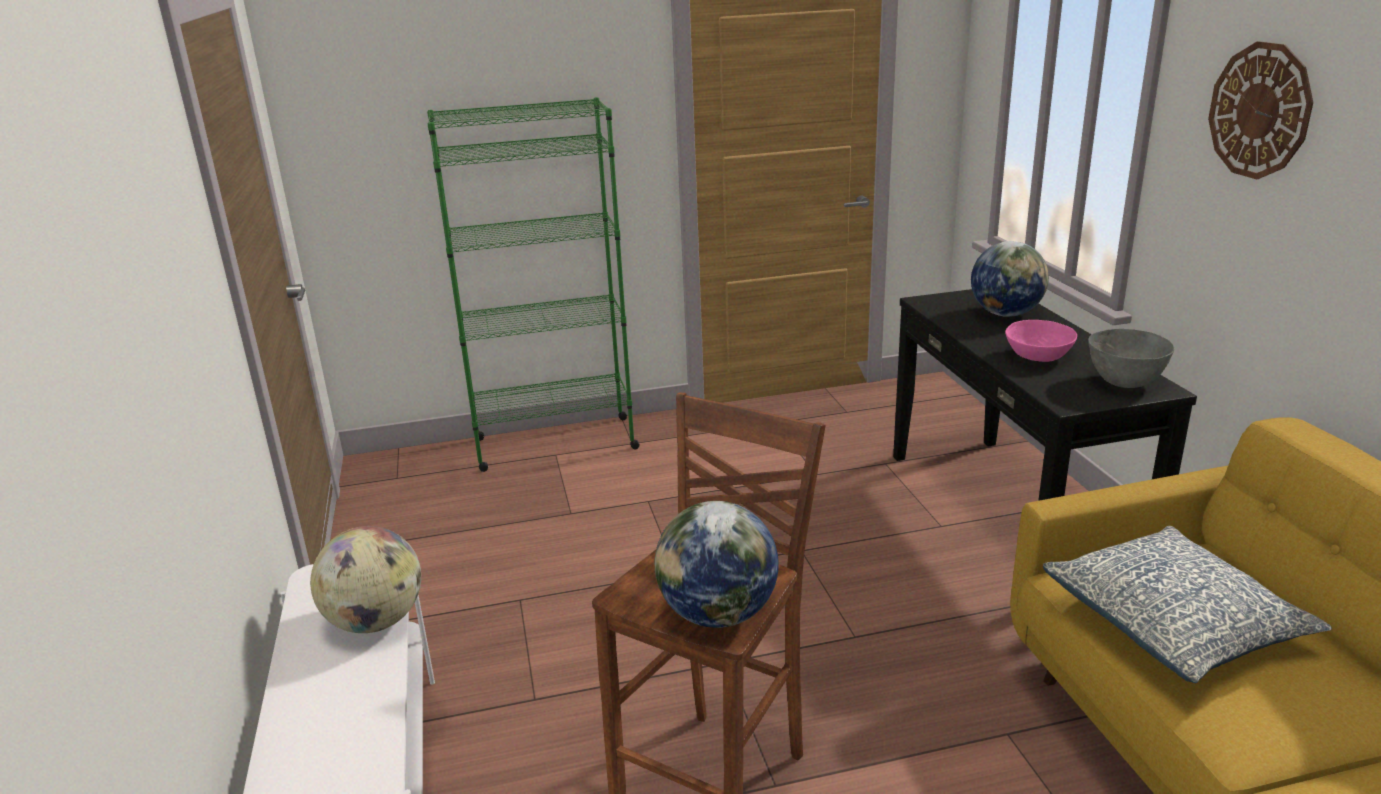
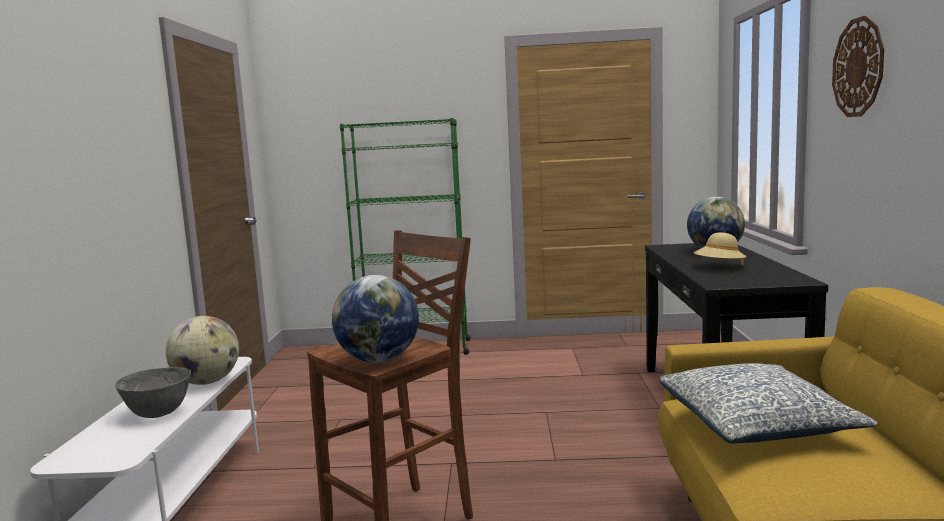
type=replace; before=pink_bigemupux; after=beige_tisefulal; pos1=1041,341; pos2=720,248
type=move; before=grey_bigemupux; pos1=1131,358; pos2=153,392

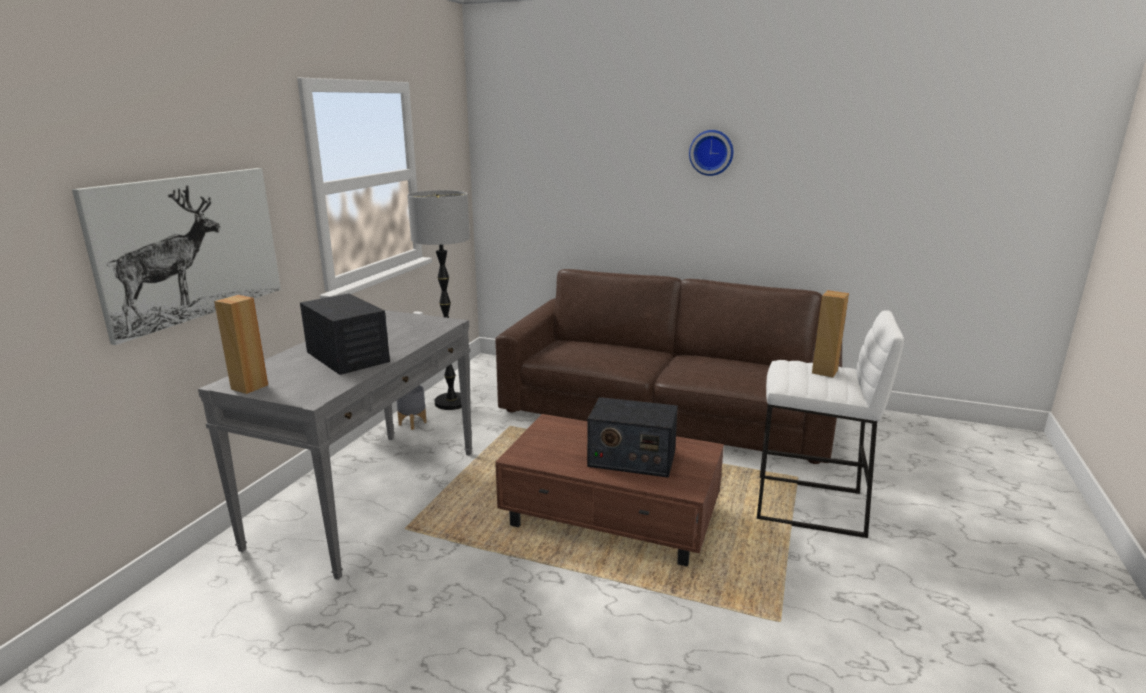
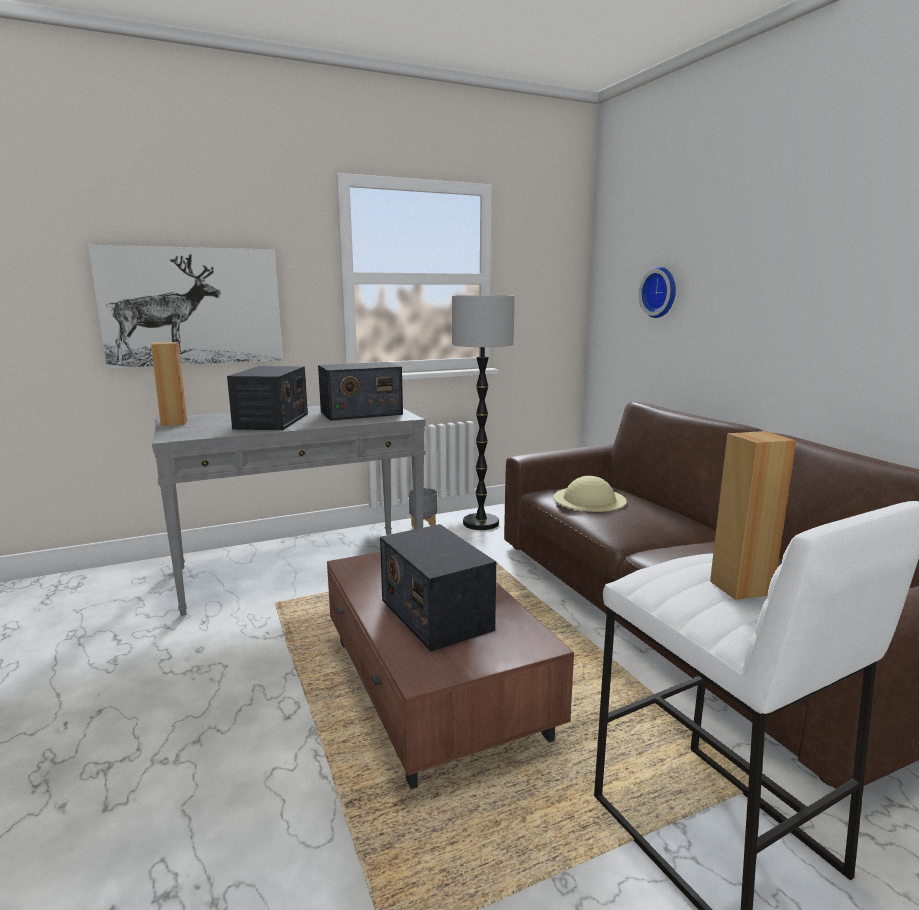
type=move; before=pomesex; pos1=711,153; pos2=657,292
type=insert; after=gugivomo; pos2=360,391
type=insert; after=beige_tisefulal; pos2=590,494

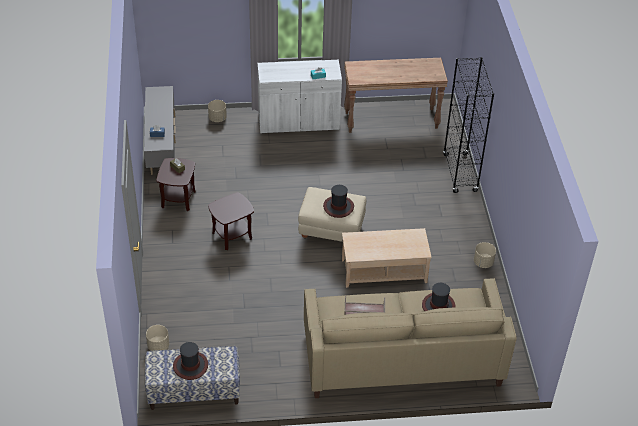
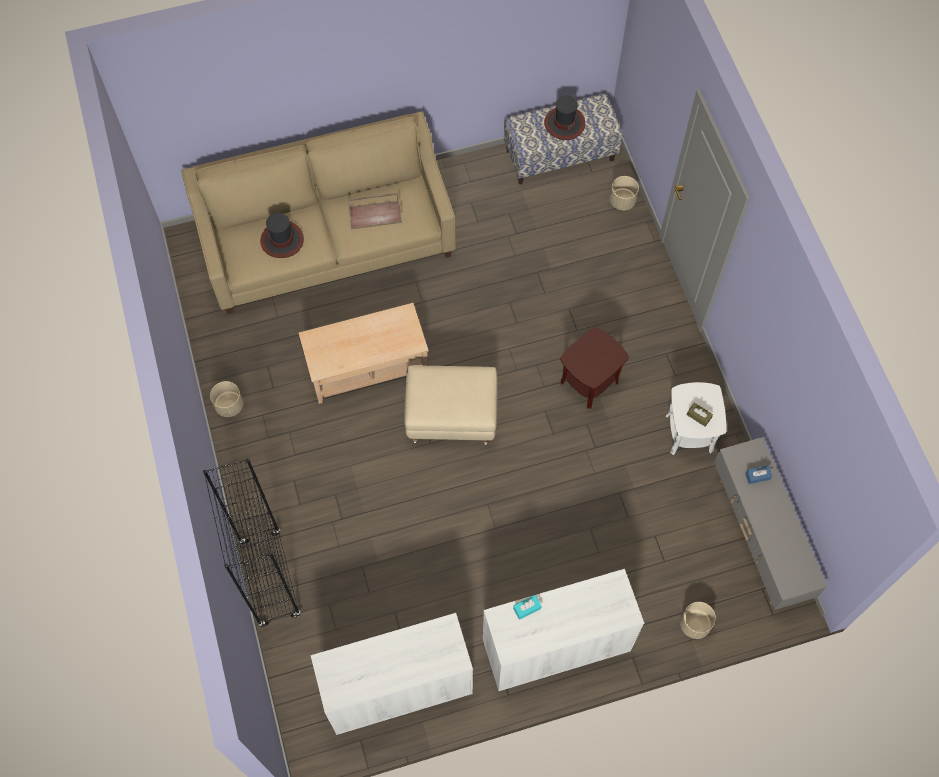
type=replace; before=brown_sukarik; after=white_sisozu; pos1=396,95; pos2=392,674
type=recolor; before=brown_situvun; after=white_situvun; pos1=176,184; pos2=696,418
type=delete; before=tisefulal; pos1=338,201

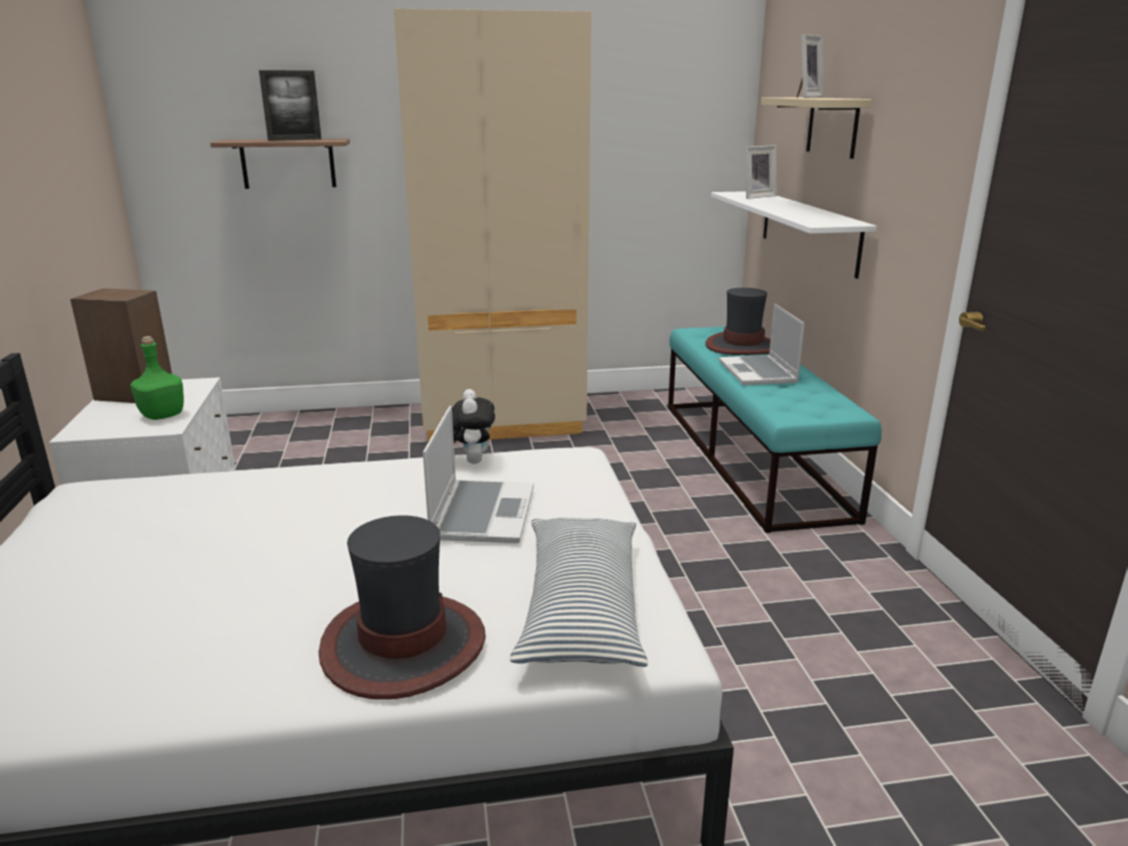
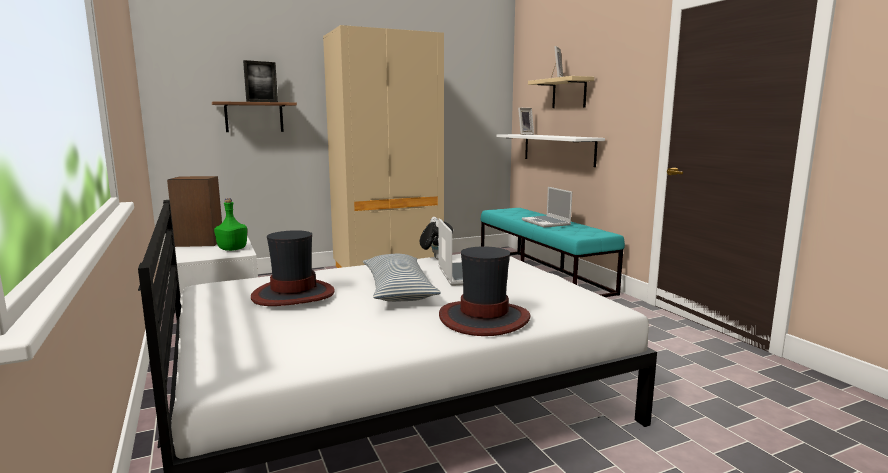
type=move; before=tisefulal; pos1=738,321; pos2=293,268
type=move; before=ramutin; pos1=579,592; pos2=402,278

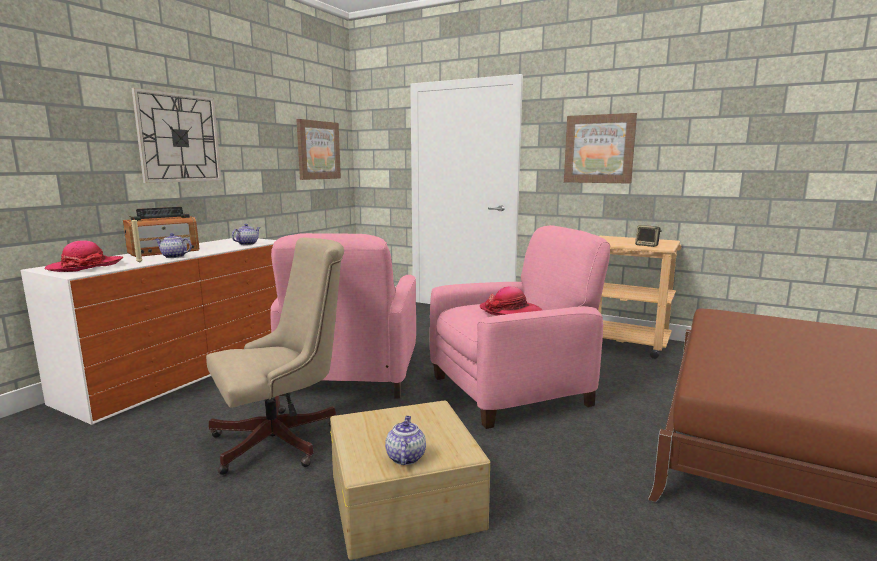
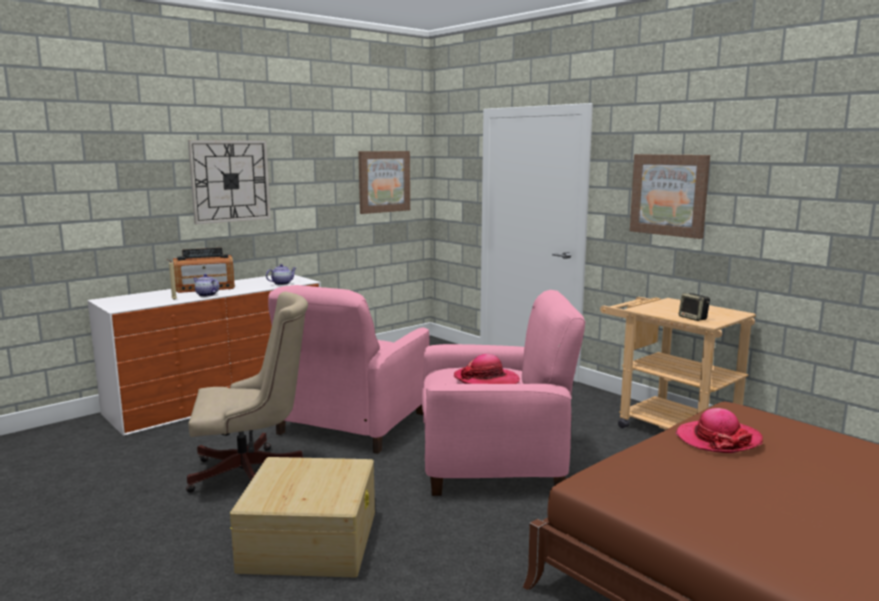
type=move; before=tisefulal; pos1=84,256; pos2=719,430
type=delete; before=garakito; pos1=405,440

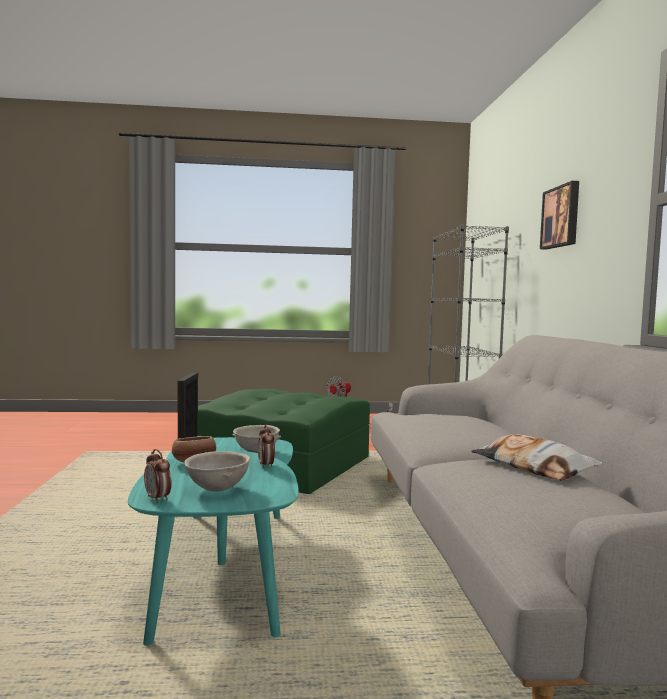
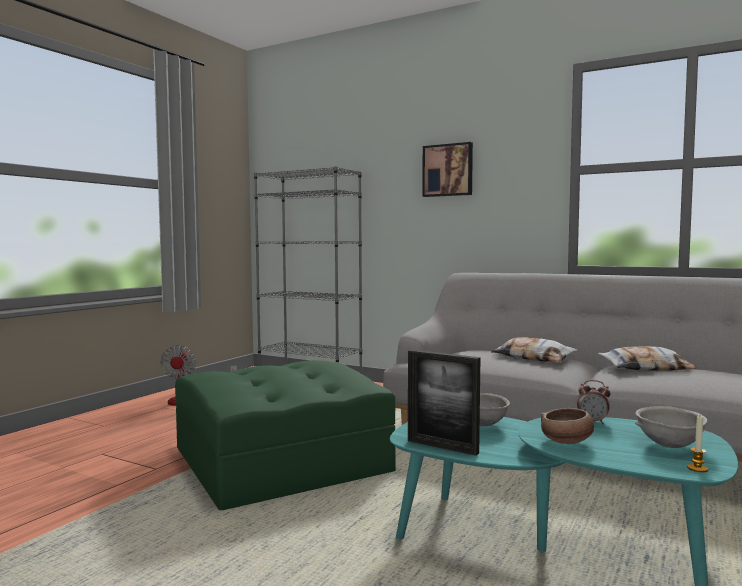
type=replace; before=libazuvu; after=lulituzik; pos1=157,476; pos2=697,444
type=insert; after=ramutin; pos2=534,349

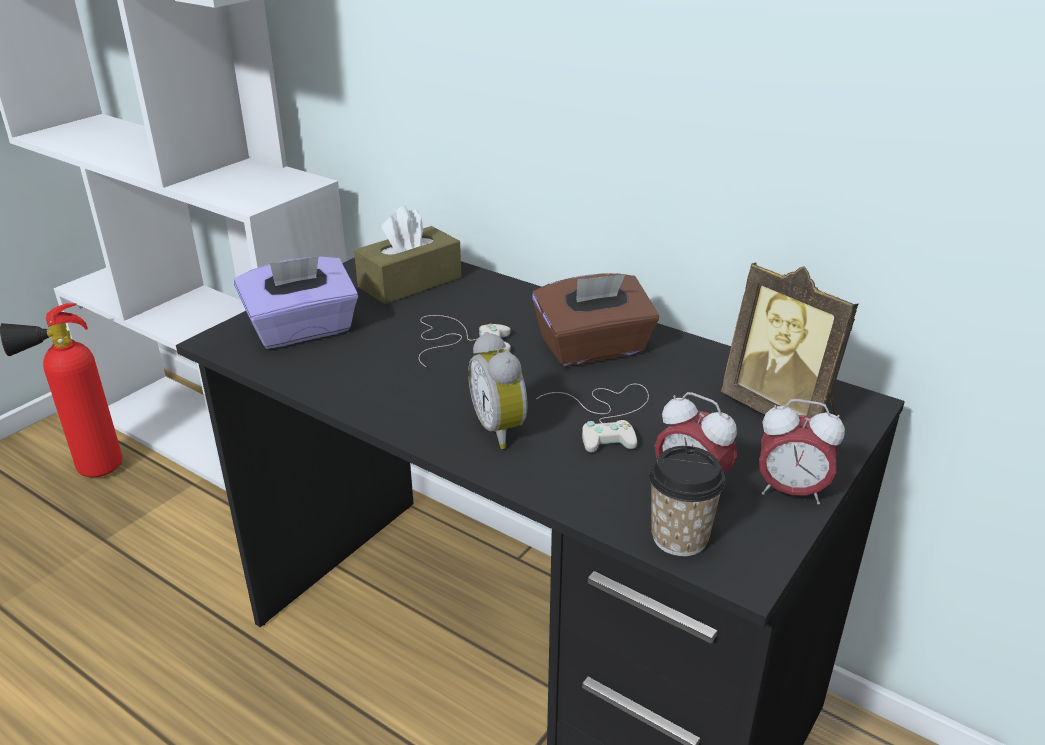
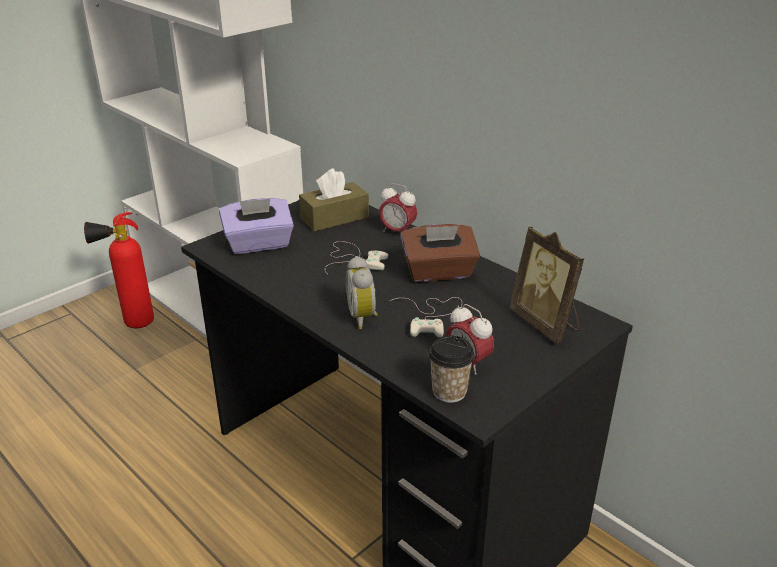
type=move; before=libazuvu; pos1=802,452; pos2=398,207

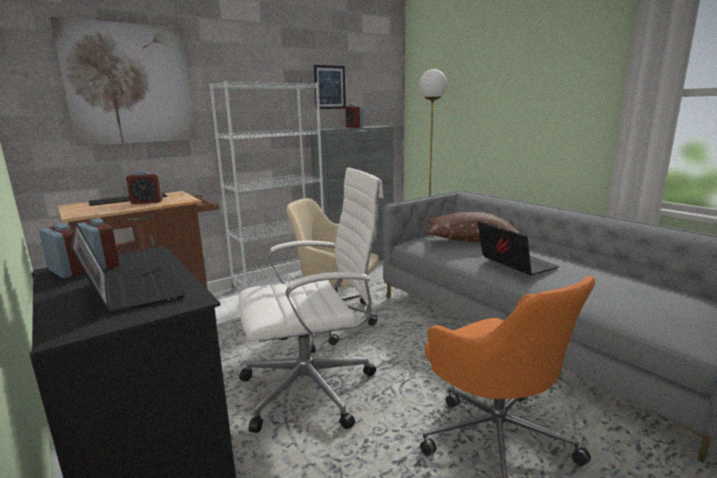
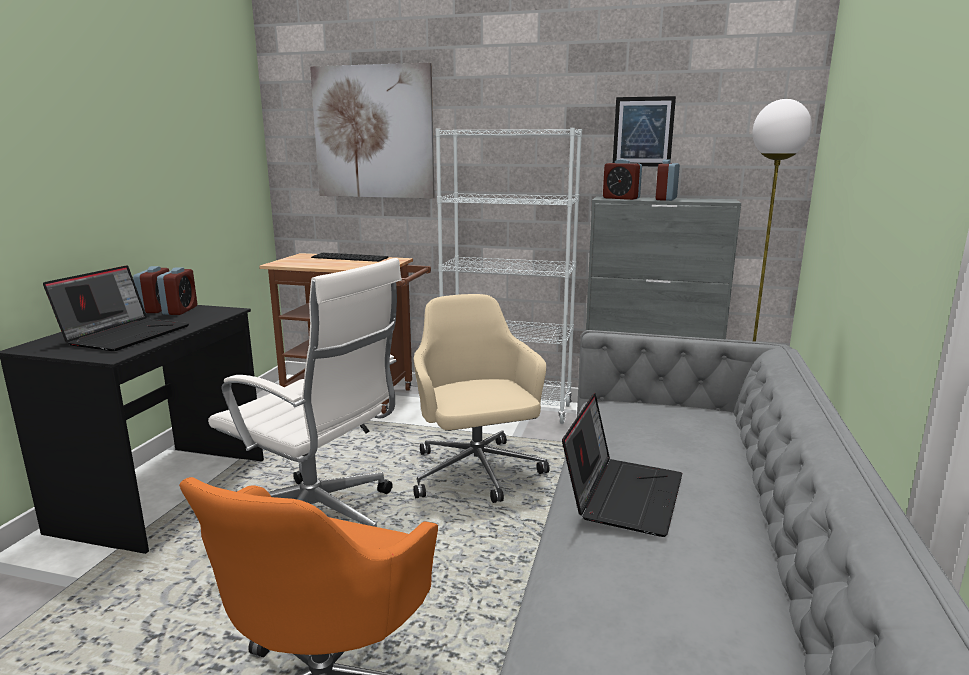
type=move; before=libazuvu; pos1=144,187; pos2=622,179
type=delete; before=brown_ramutin; pos1=473,227

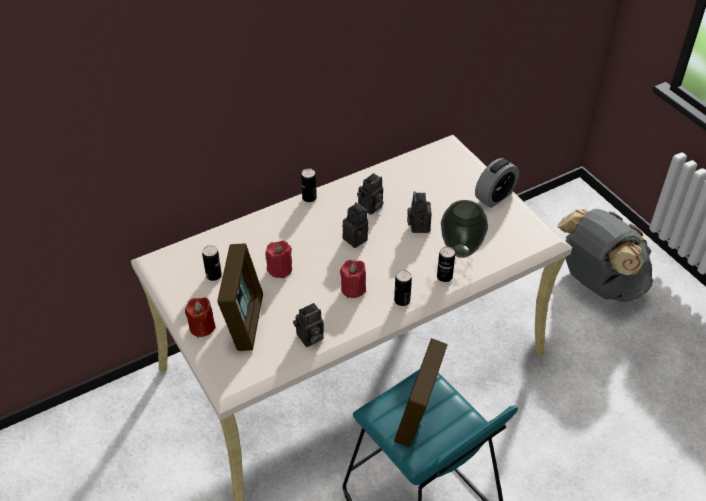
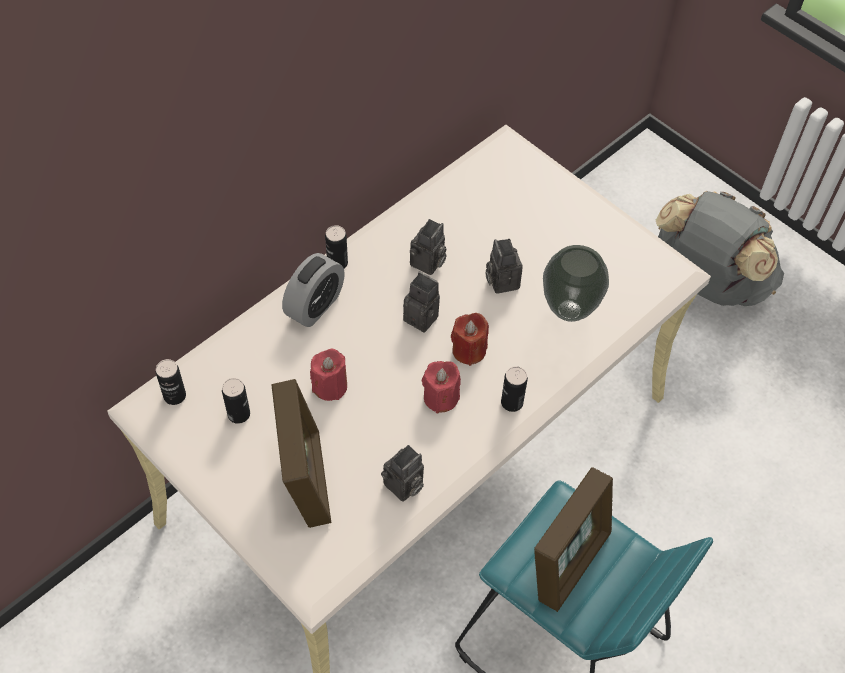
type=move; before=libazuvu; pos1=497,183; pos2=313,290
type=move; before=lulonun; pos1=446,264; pos2=171,382
type=move; before=red_lulituzik; pos1=200,317; pos2=470,339
type=rotate; before=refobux; pos1=420,392; pos2=573,539; turn=-150

